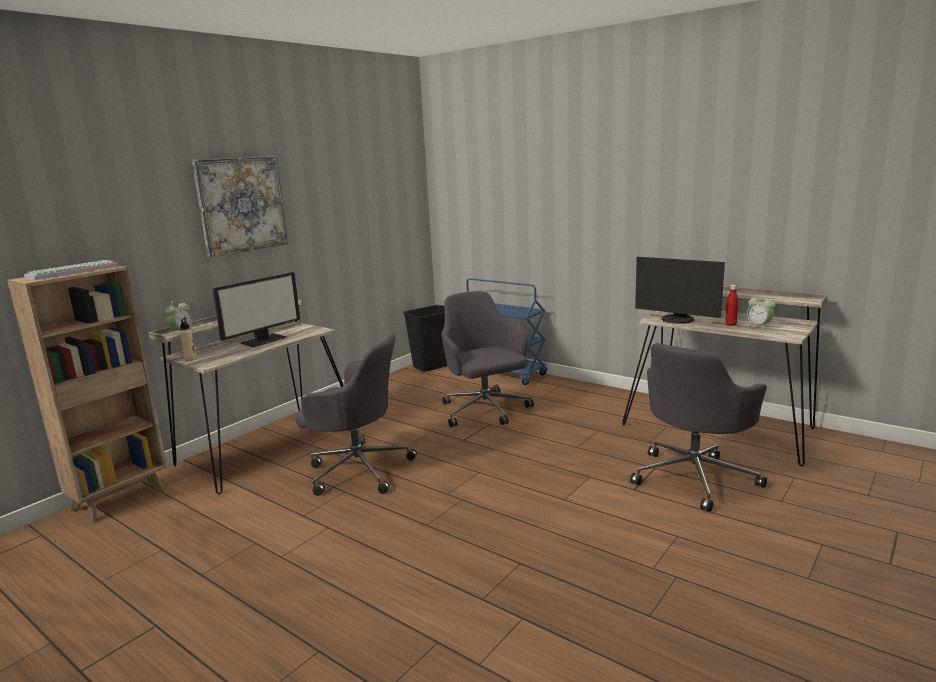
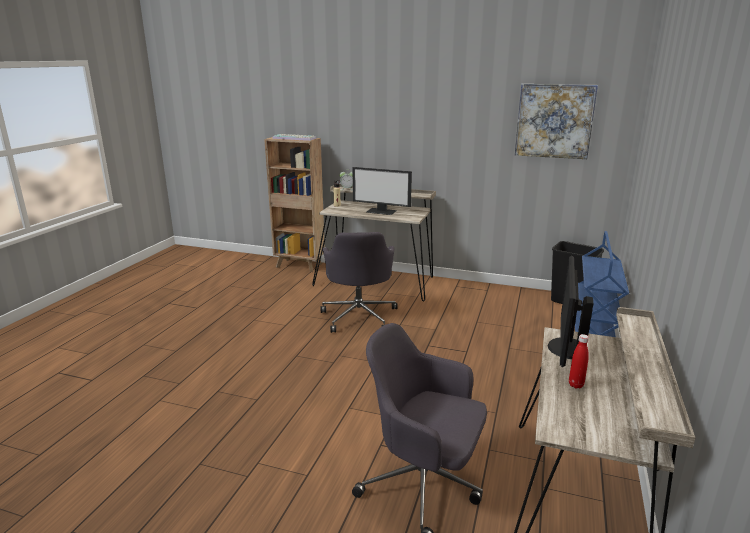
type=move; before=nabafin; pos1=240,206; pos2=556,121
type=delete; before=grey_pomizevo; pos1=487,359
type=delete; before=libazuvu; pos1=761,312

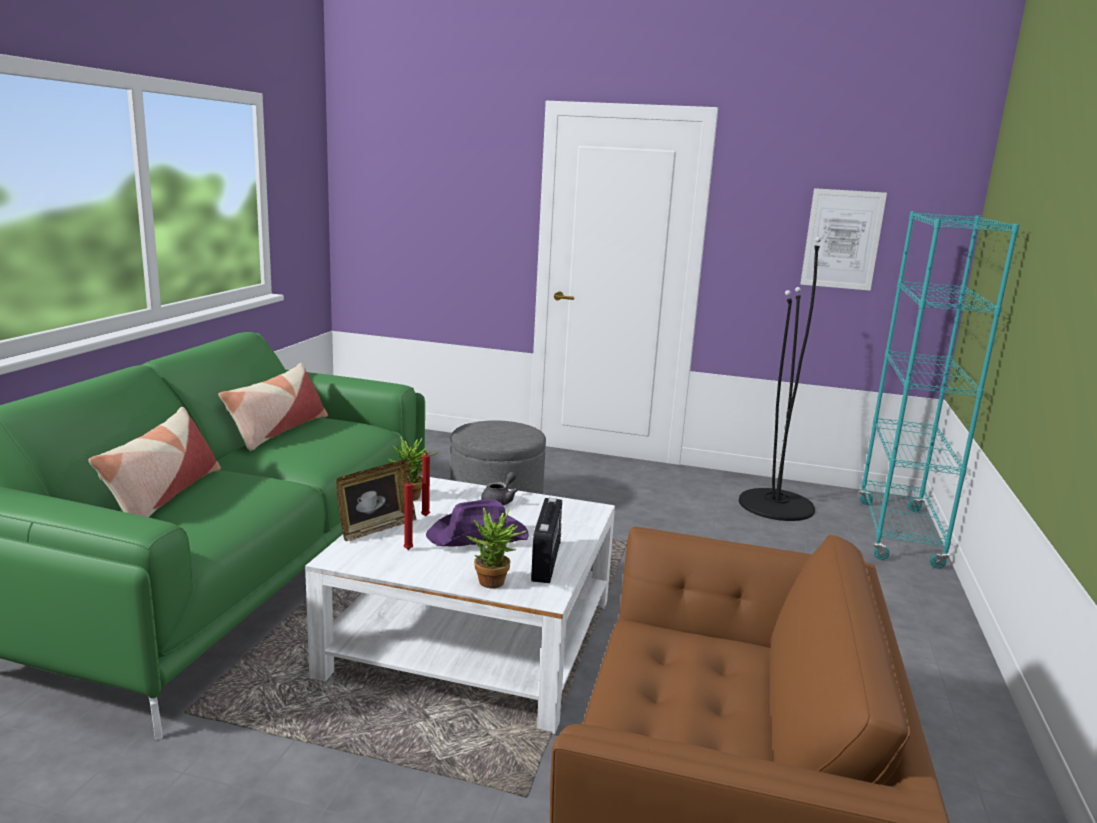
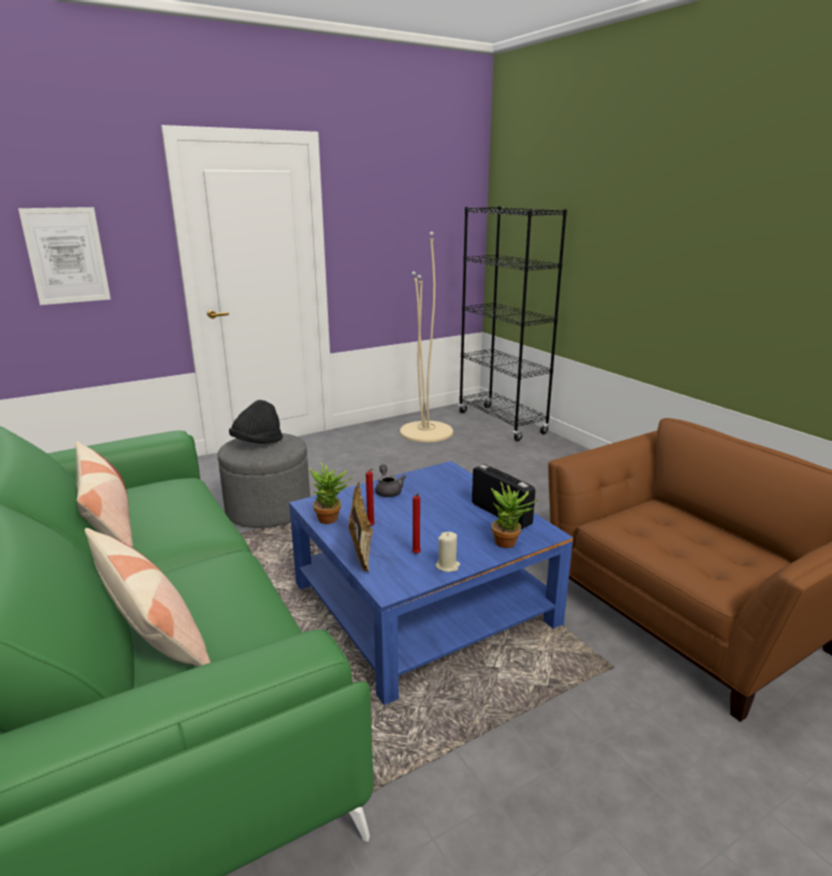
type=move; before=nabafin; pos1=843,239; pos2=64,256
type=recolor; before=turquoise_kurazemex; after=black_kurazemex; pos1=939,390; pos2=512,323
type=recolor; before=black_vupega; after=beige_vupega; pos1=780,378; pos2=426,337
type=recolor; before=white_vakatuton; after=blue_vakatuton; pos1=460,605; pos2=431,583
type=delete; before=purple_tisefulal; pos1=477,523
type=insert; after=black_tisefulal; pos2=256,422
type=insert; after=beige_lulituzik; pos2=447,552

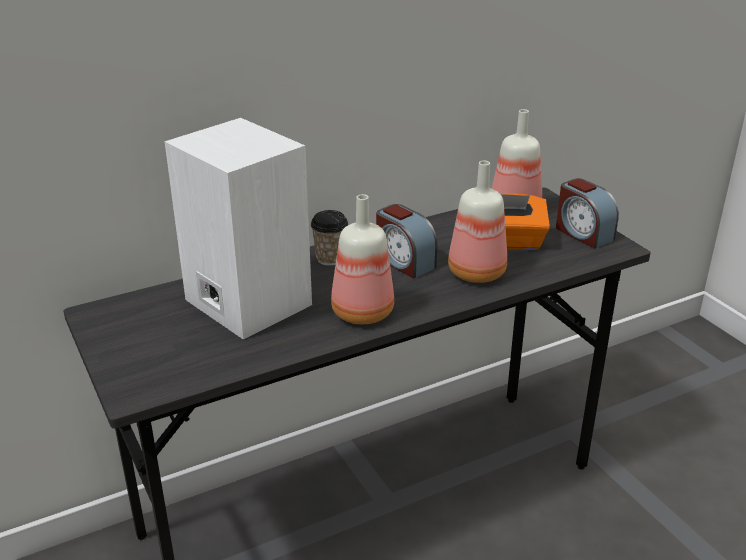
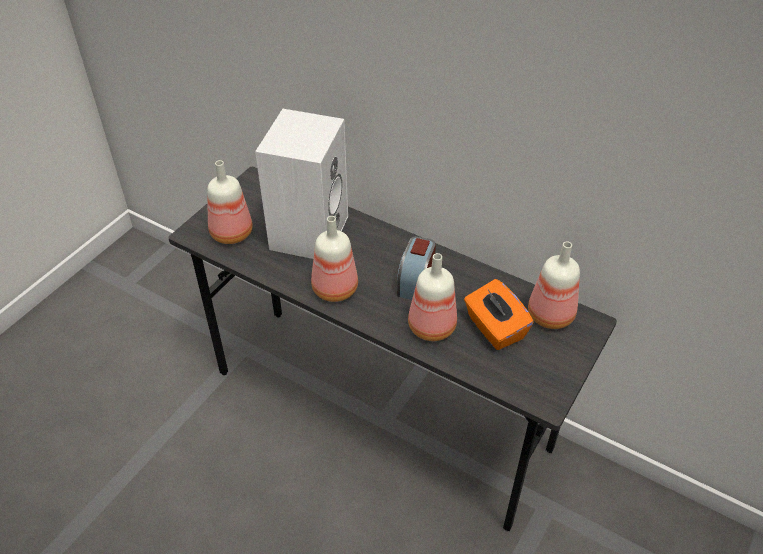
type=delete; before=libazuvu; pos1=587,213
type=delete; before=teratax; pos1=329,238
type=insert; after=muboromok; pos2=230,202

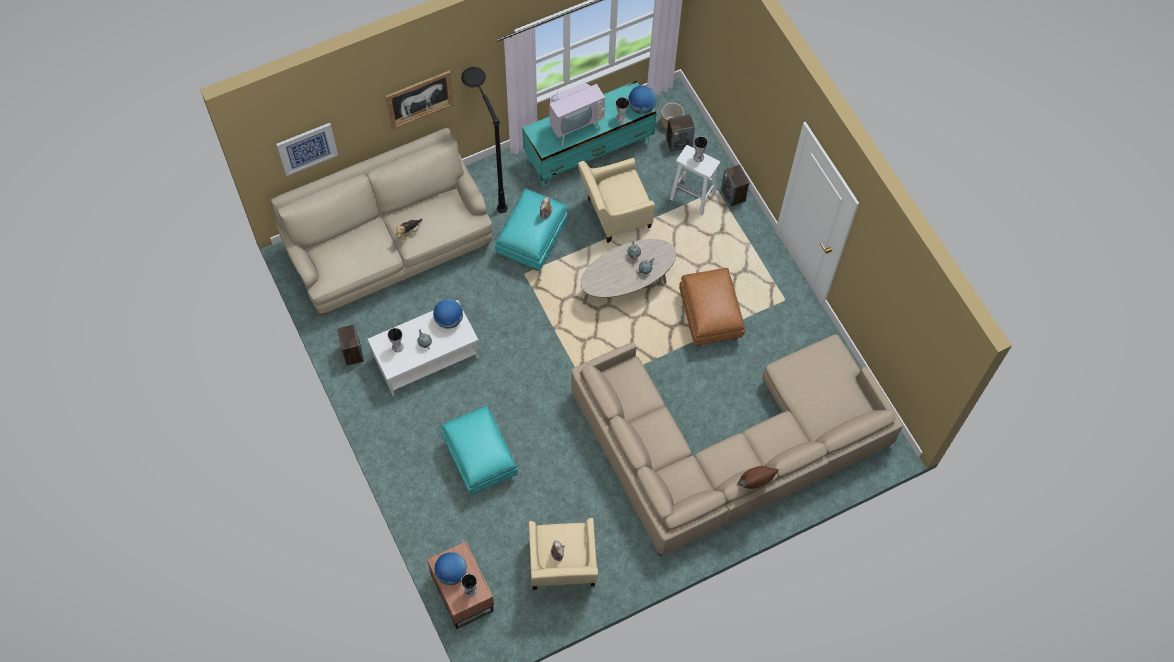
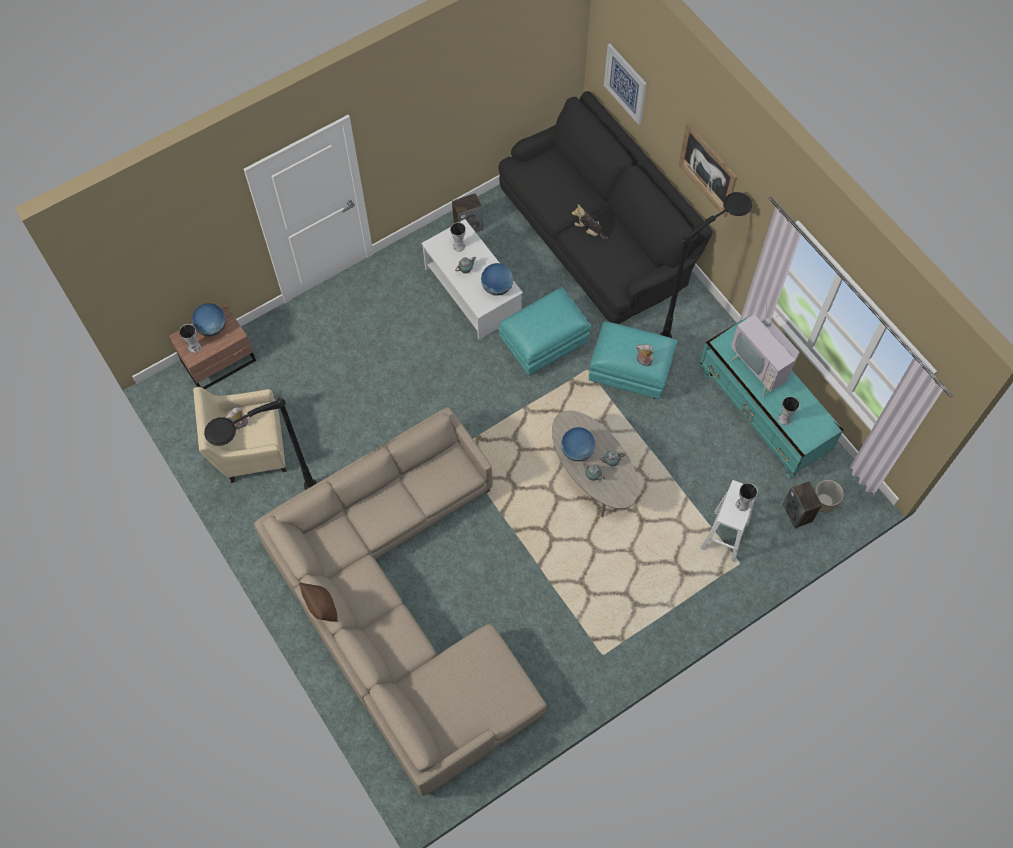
type=move; before=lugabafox; pos1=642,99; pos2=578,444
type=recolor; before=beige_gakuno; after=black_gakuno; pos1=382,221; pos2=605,207
type=delete; before=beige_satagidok; pos1=616,200
type=delete; before=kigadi; pos1=735,185
type=delete; before=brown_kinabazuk; pos1=712,307
type=move; before=turquoise_kinabazuk; pos1=479,450; pos2=544,331
type=insert; after=black_vupega; pos2=260,443

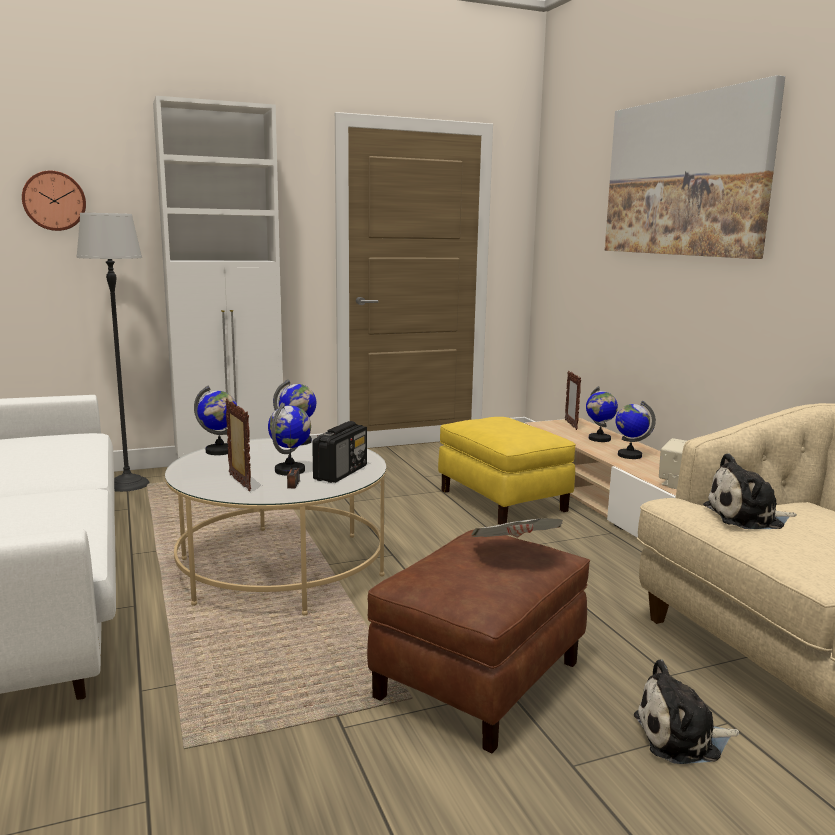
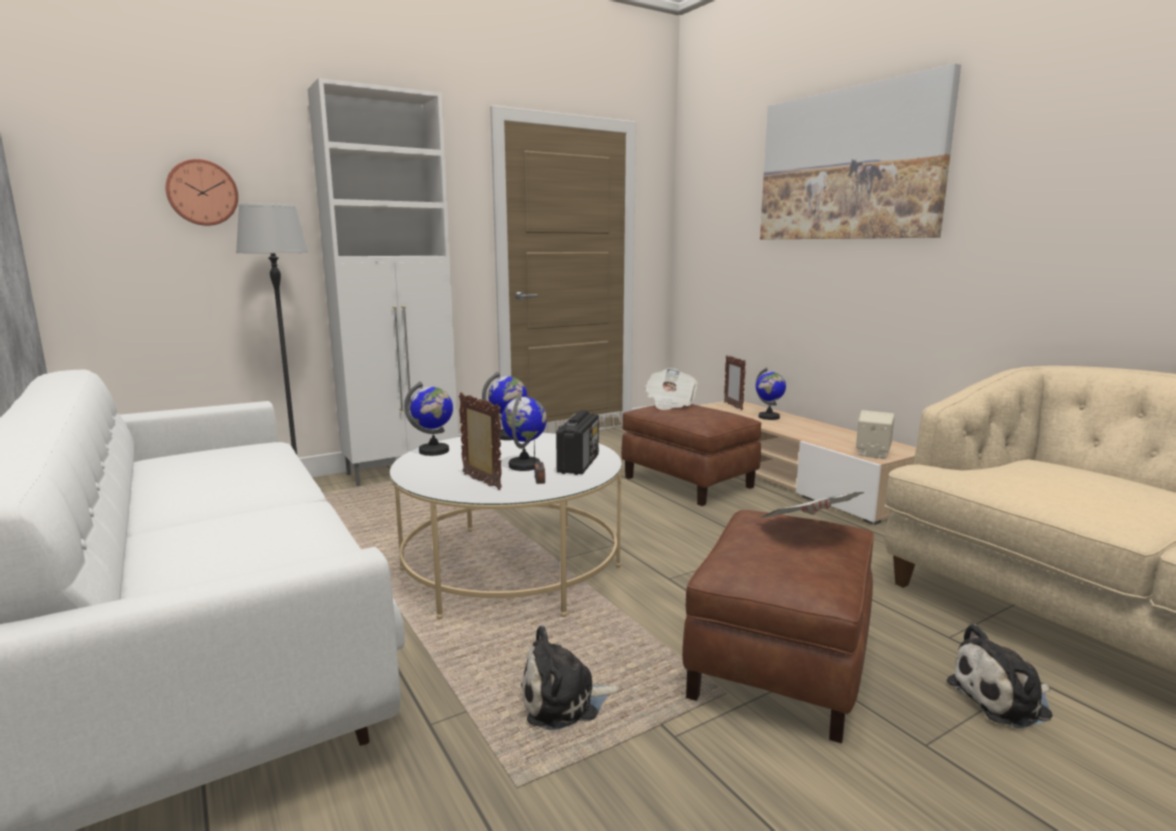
type=delete; before=lugabafox; pos1=636,430
type=recolor; before=yellow_kinabazuk; after=brown_kinabazuk; pos1=507,471; pos2=691,455
type=move; before=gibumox; pos1=750,491; pos2=570,677
type=insert; after=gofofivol; pos2=671,389

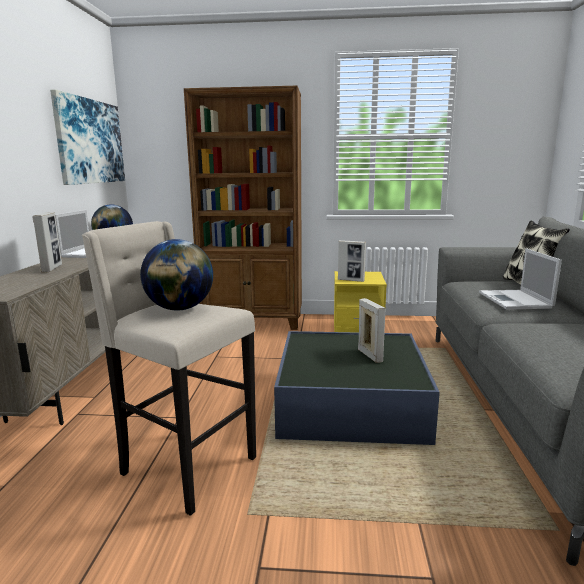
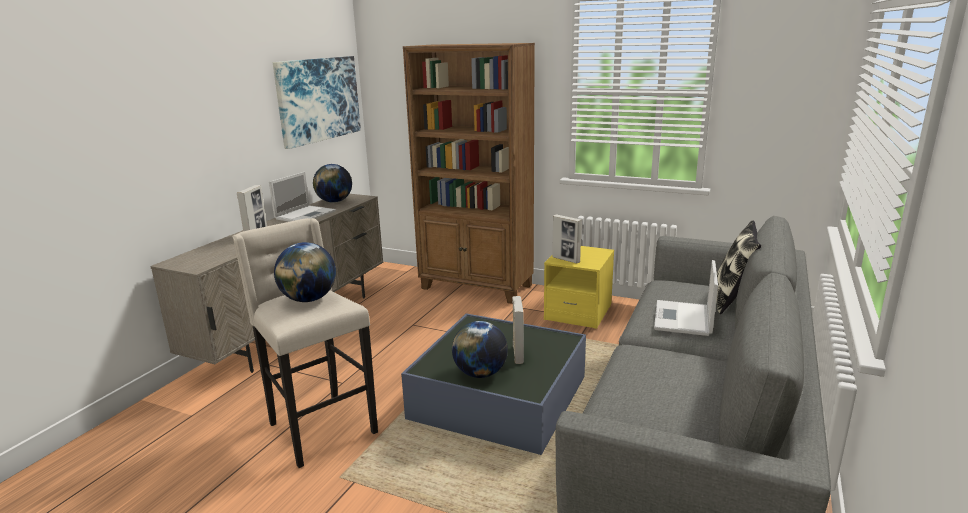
type=insert; after=lugabafox; pos2=480,349

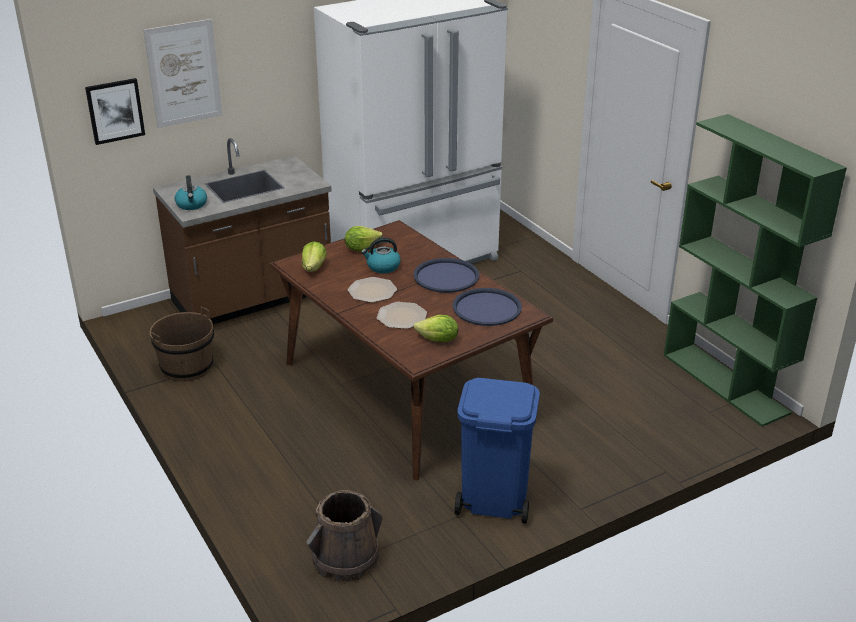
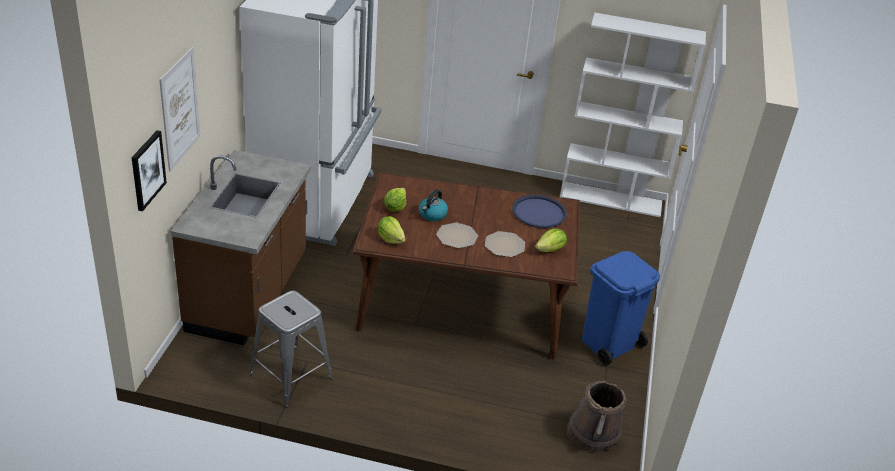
type=recolor; before=green_kurazemex; after=white_kurazemex; pos1=755,270; pos2=633,115
type=delete; before=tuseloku; pos1=190,192
type=delete; before=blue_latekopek; pos1=446,275
type=replace; before=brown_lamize; after=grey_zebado; pos1=182,344; pos2=291,349

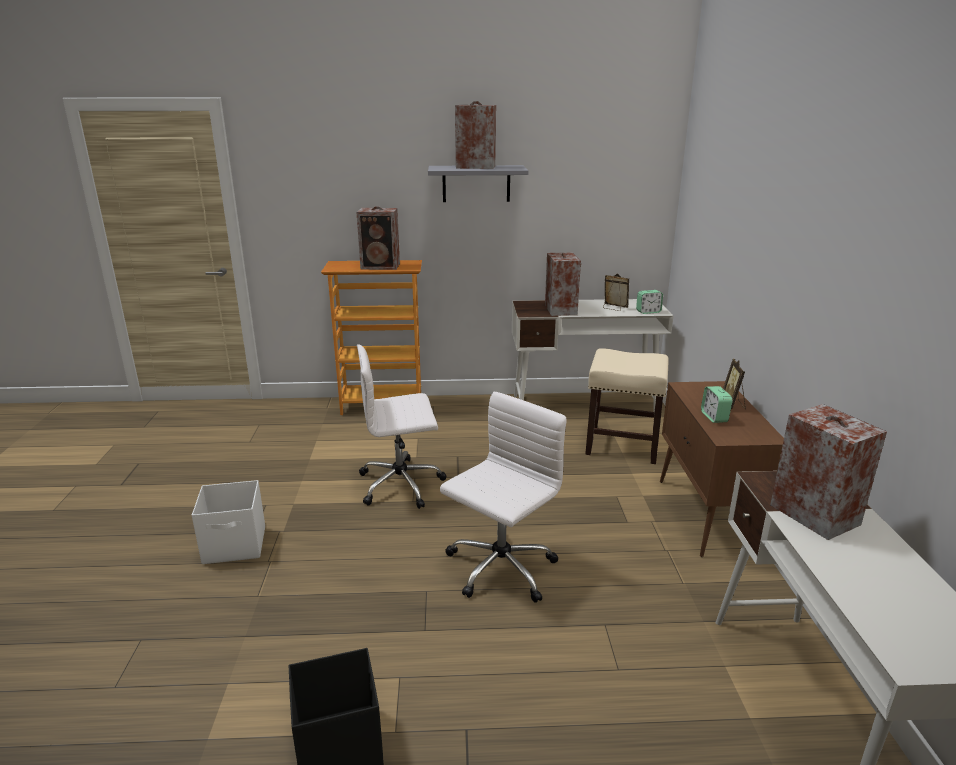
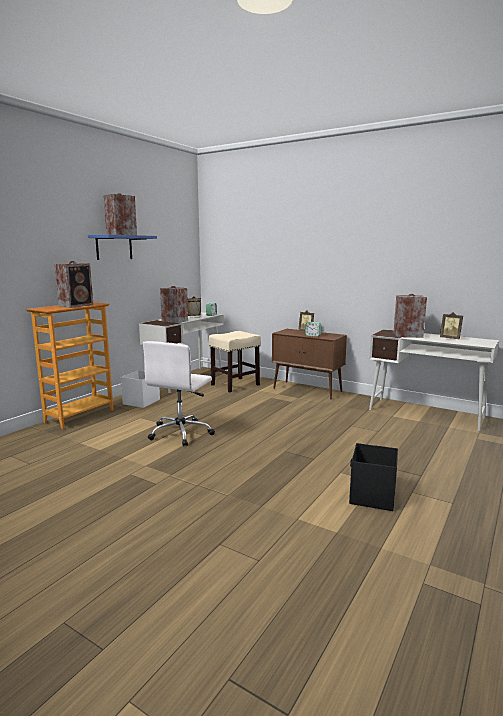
type=recolor; before=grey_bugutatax; after=blue_bugutatax; pos1=478,183; pos2=122,247
type=delete; before=white_pomizevo; pos1=503,497
type=move; before=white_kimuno; pos1=228,522; pos2=140,389
type=insert; after=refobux; pos2=451,325

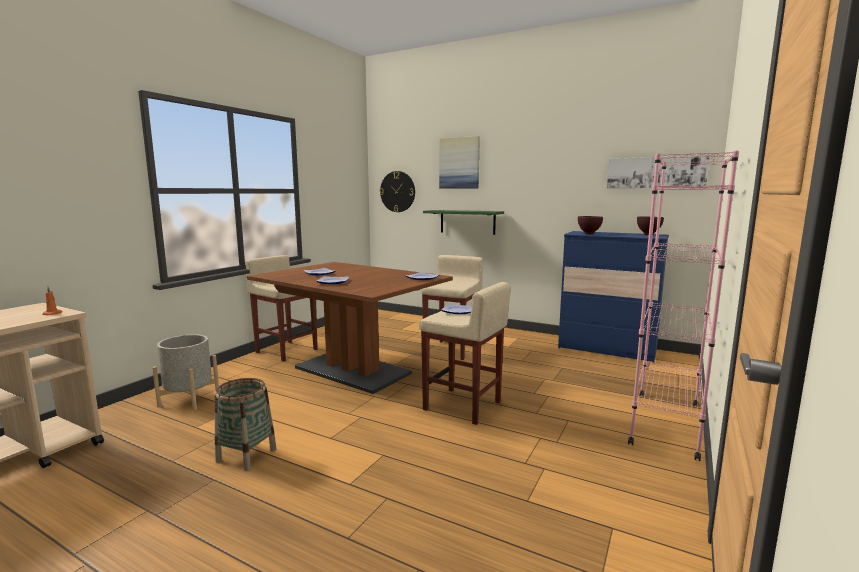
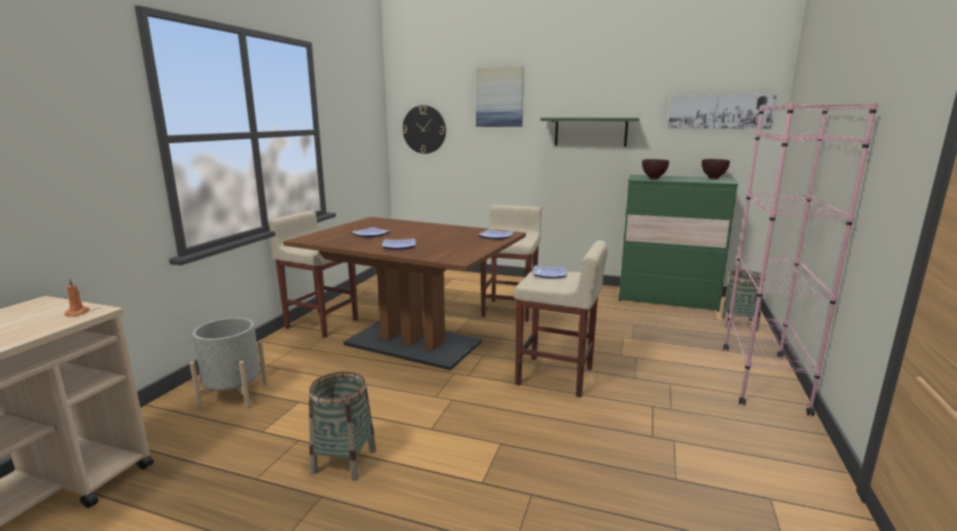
type=move; before=green_bugutatax; pos1=463,222; pos2=590,132
type=recolor; before=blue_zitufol; after=green_zitufol; pos1=613,297; pos2=678,243
type=insert; after=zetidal; pos2=743,300

